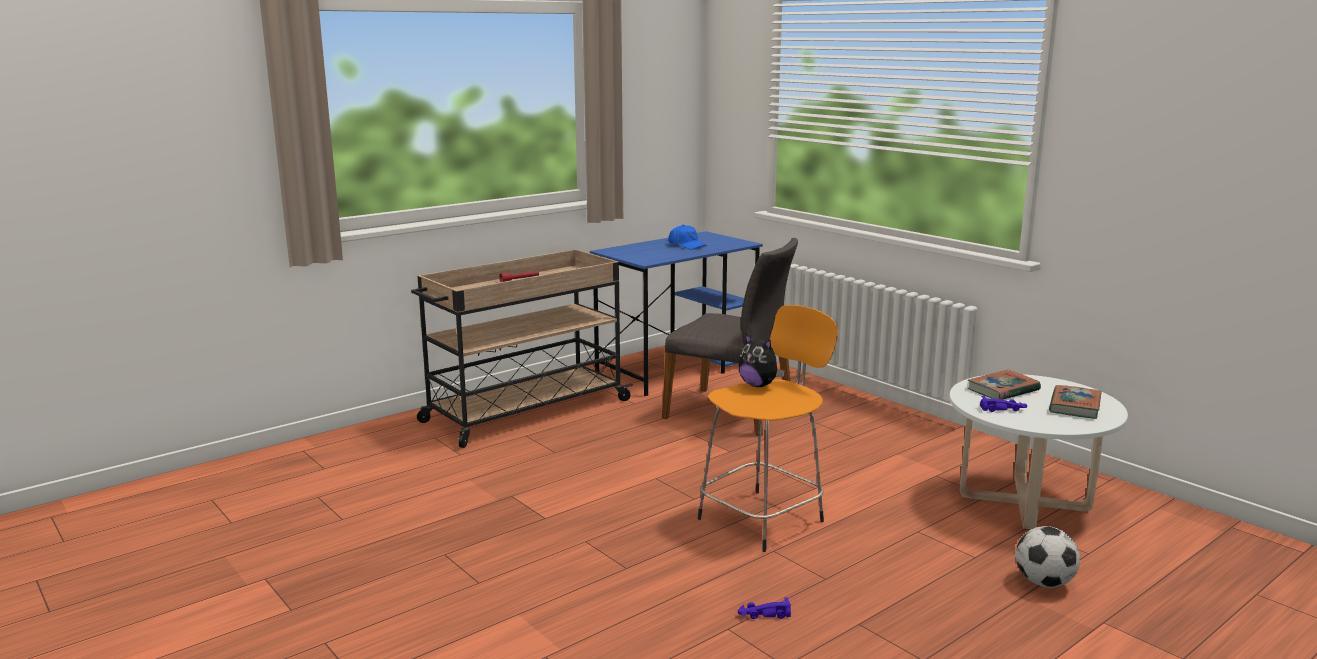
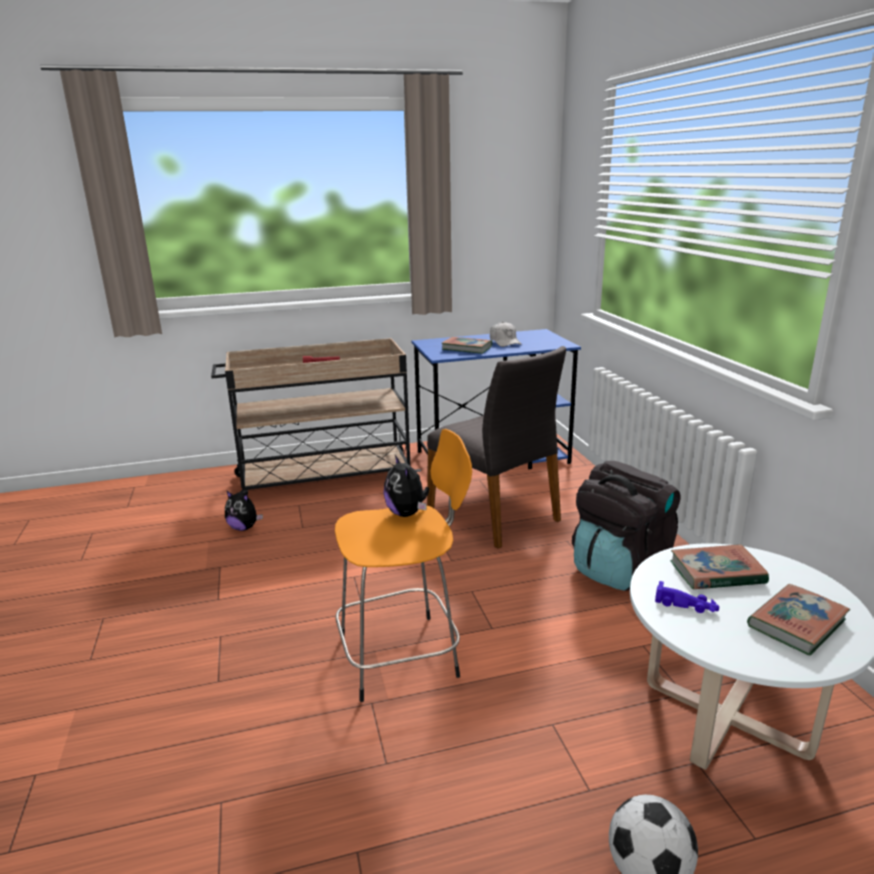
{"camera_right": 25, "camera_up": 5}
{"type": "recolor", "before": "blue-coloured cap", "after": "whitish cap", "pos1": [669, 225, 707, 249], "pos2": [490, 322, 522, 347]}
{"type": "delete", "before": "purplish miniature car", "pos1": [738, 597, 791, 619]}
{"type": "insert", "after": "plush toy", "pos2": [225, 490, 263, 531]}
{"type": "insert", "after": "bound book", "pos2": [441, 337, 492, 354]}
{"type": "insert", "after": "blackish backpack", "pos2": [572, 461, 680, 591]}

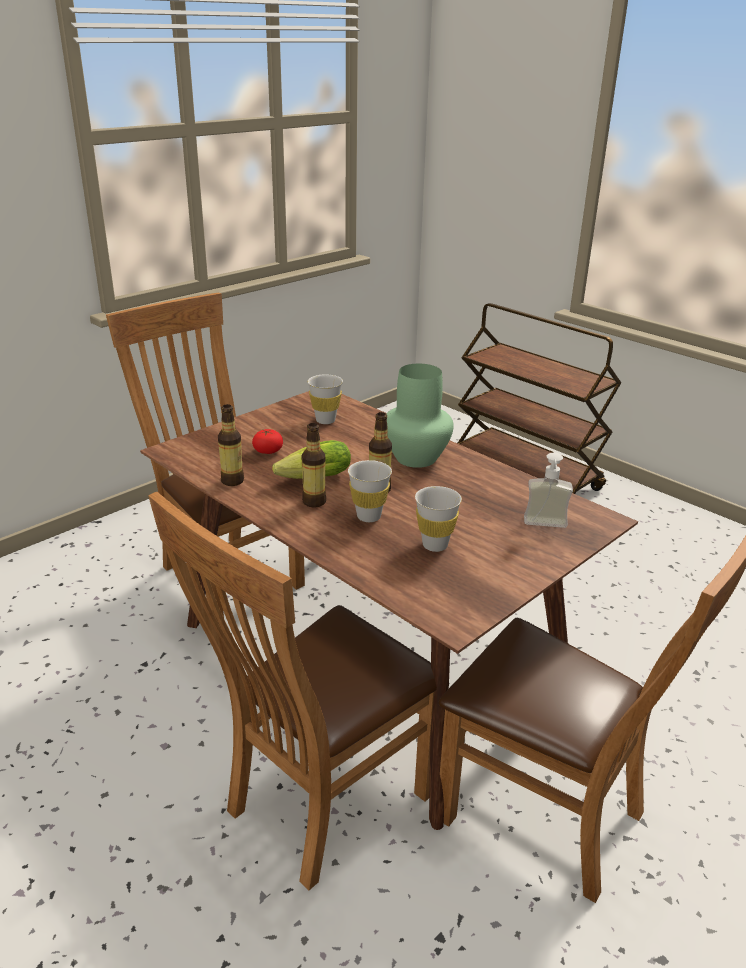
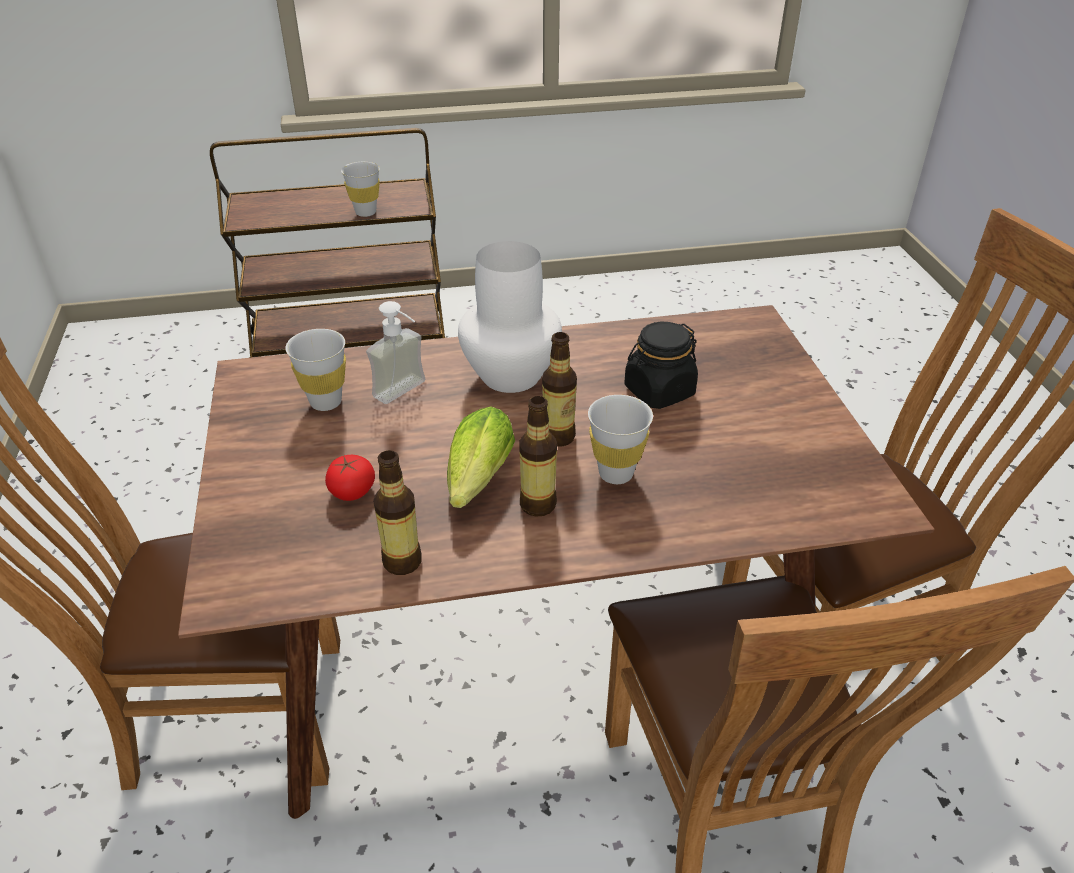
{"camera_right": -55, "camera_up": 10}
{"type": "recolor", "before": "green-coloured vase", "after": "whitish vase", "pos1": [386, 364, 454, 468], "pos2": [458, 241, 562, 393]}
{"type": "move", "before": "whitish cup", "pos1": [415, 486, 462, 552], "pos2": [341, 162, 380, 217]}
{"type": "move", "before": "soap dispenser", "pos1": [524, 452, 573, 528], "pos2": [366, 301, 425, 404]}
{"type": "insert", "after": "blackish storage jar", "pos2": [624, 322, 698, 409]}

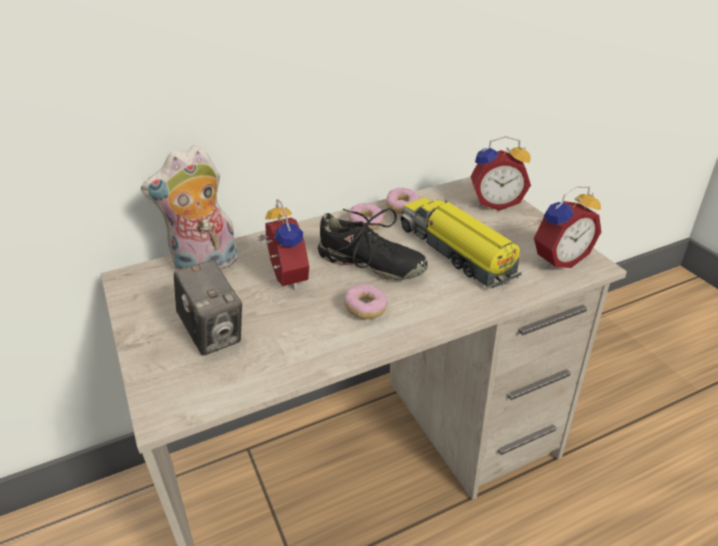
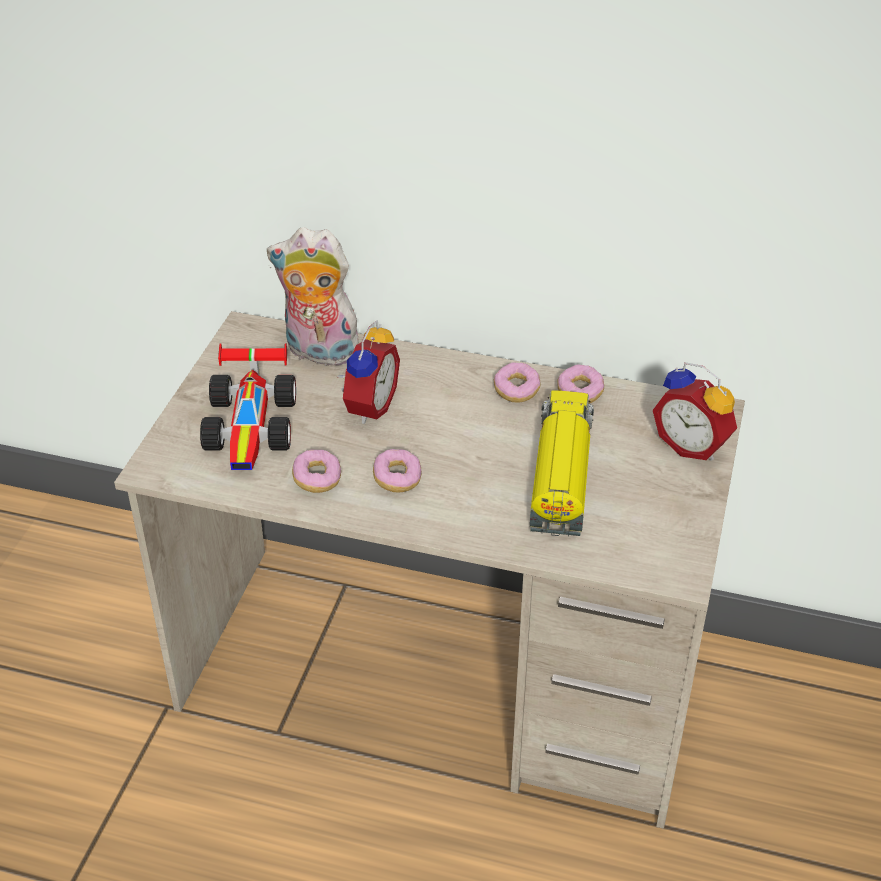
{"camera_right": 40, "camera_up": 5}
{"type": "replace", "before": "still camera", "after": "miniature car", "pos1": [174, 260, 242, 356], "pos2": [200, 343, 296, 470]}
{"type": "delete", "before": "blackish low shoe", "pos1": [318, 208, 428, 280]}
{"type": "delete", "before": "alarm clock", "pos1": [534, 186, 601, 268]}
{"type": "insert", "after": "doughnut", "pos2": [292, 450, 341, 493]}

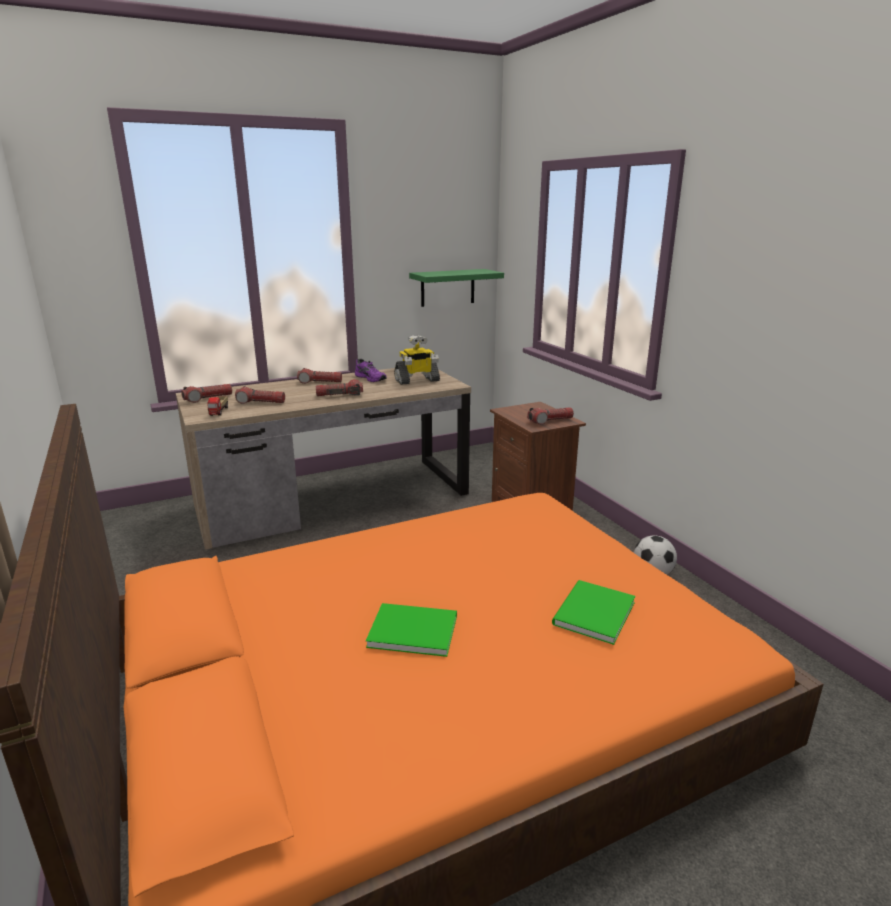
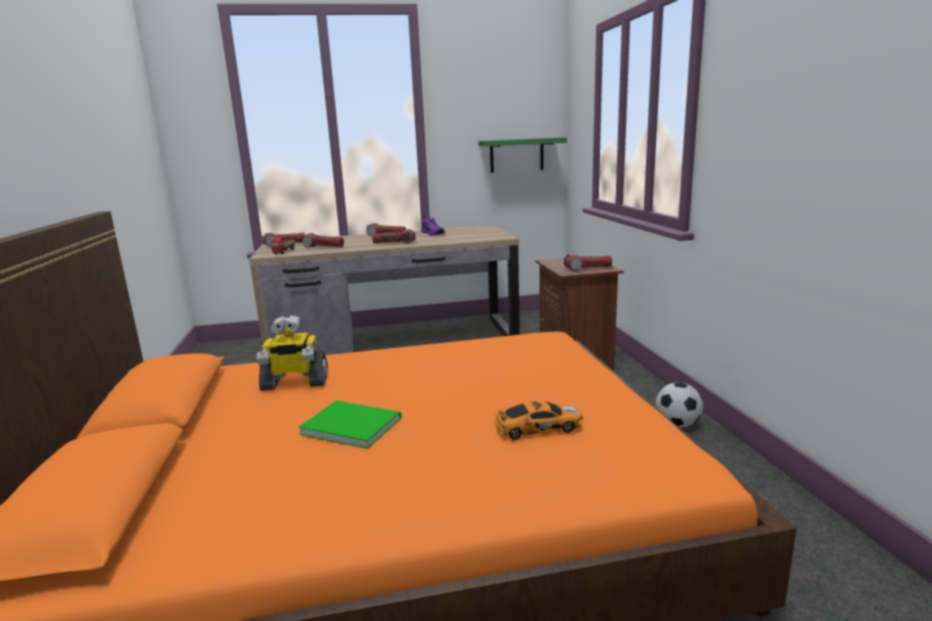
{"camera_right": 15, "camera_up": -5}
{"type": "move", "before": "model robot", "pos1": [394, 335, 440, 385], "pos2": [257, 315, 328, 391]}
{"type": "replace", "before": "green-coloured bound book", "after": "miniature car", "pos1": [552, 580, 635, 645], "pos2": [495, 401, 583, 440]}

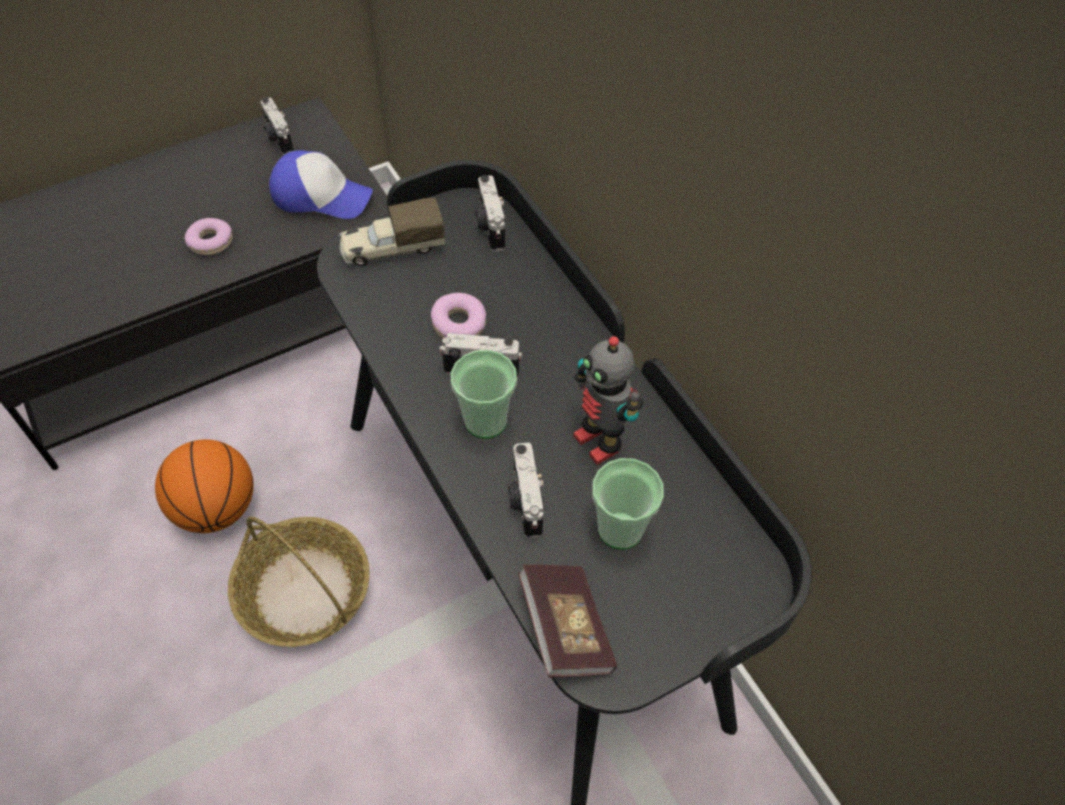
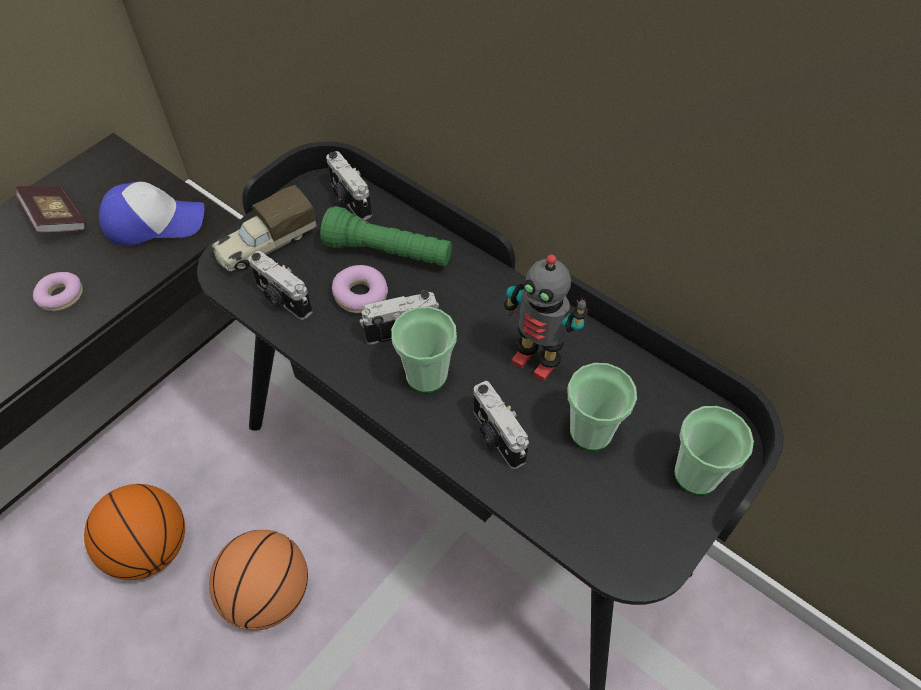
{"camera_right": -20, "camera_up": 0}
{"type": "replace", "before": "storage basket", "after": "ball for basketball", "pos1": [228, 516, 370, 647], "pos2": [209, 530, 308, 631]}
{"type": "move", "before": "still camera", "pos1": [260, 97, 294, 155], "pos2": [248, 251, 312, 320]}
{"type": "move", "before": "bound book", "pos1": [518, 564, 617, 678], "pos2": [15, 186, 86, 233]}
{"type": "insert", "after": "green-coloured torch", "pos2": [320, 206, 452, 266]}
{"type": "insert", "after": "cup", "pos2": [674, 406, 754, 495]}

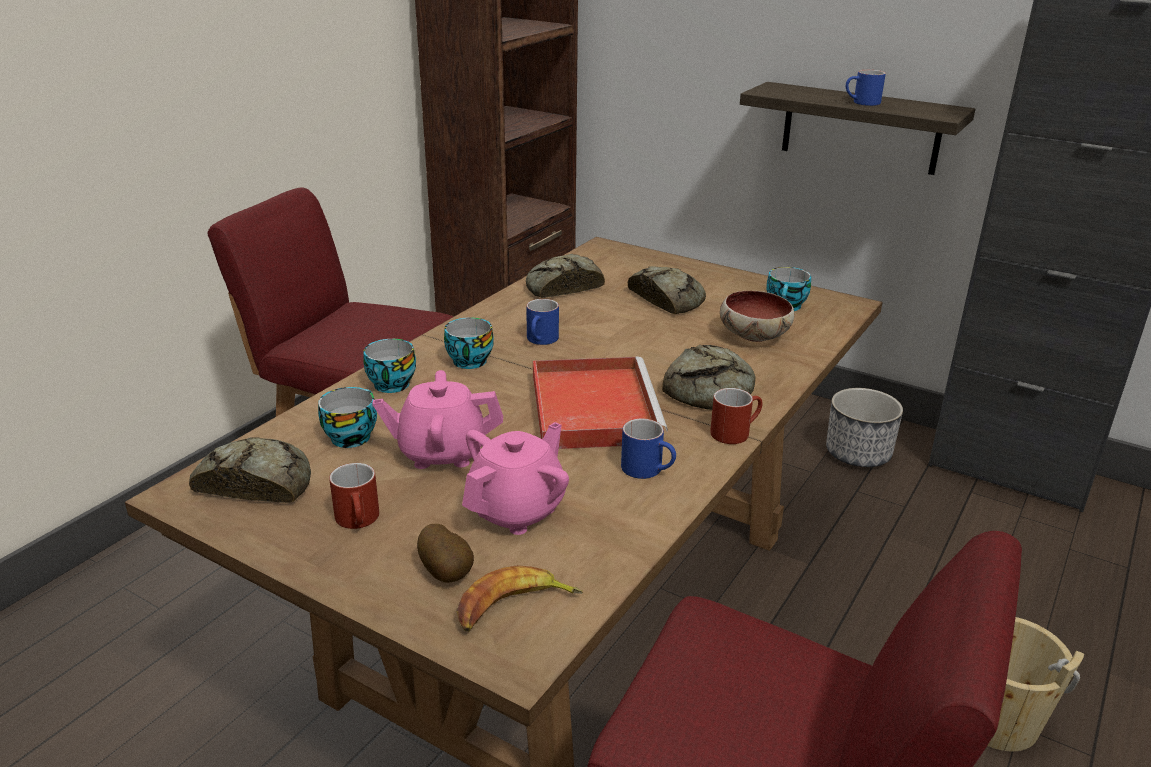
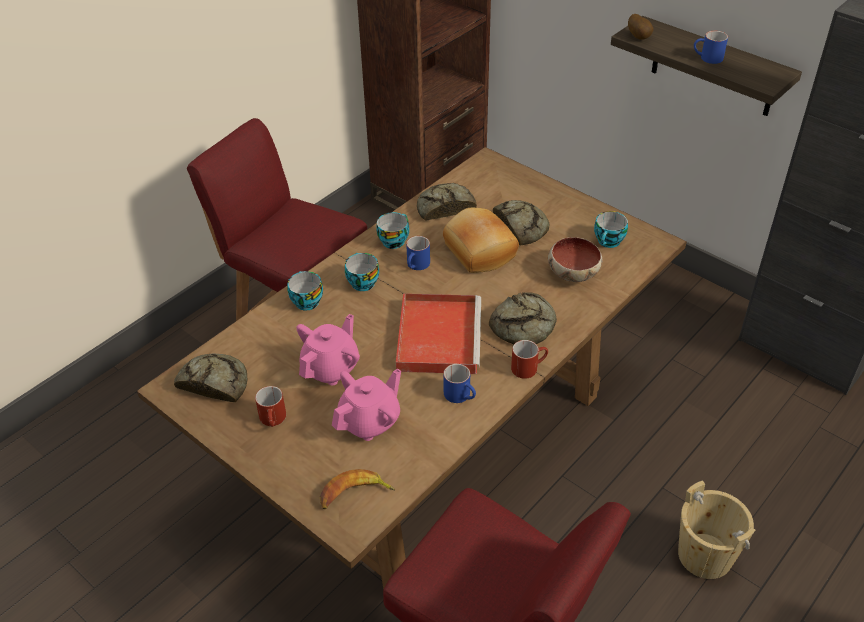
{"camera_right": 10, "camera_up": 15}
{"type": "move", "before": "cup", "pos1": [318, 387, 377, 448], "pos2": [376, 212, 409, 249]}
{"type": "rotate", "before": "pink teapot", "pos1": [372, 370, 503, 469], "pos2": [296, 314, 360, 386], "turn": 120}
{"type": "move", "before": "whole potato", "pos1": [417, 524, 474, 583], "pos2": [628, 14, 654, 40]}
{"type": "delete", "before": "plant pot", "pos1": [826, 388, 903, 467]}
{"type": "insert", "after": "bread", "pos2": [443, 208, 519, 273]}

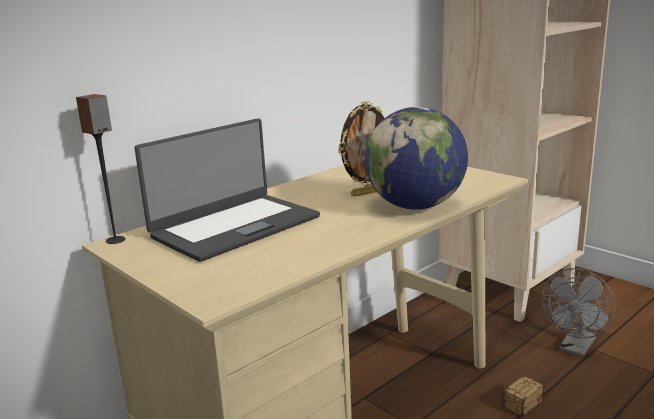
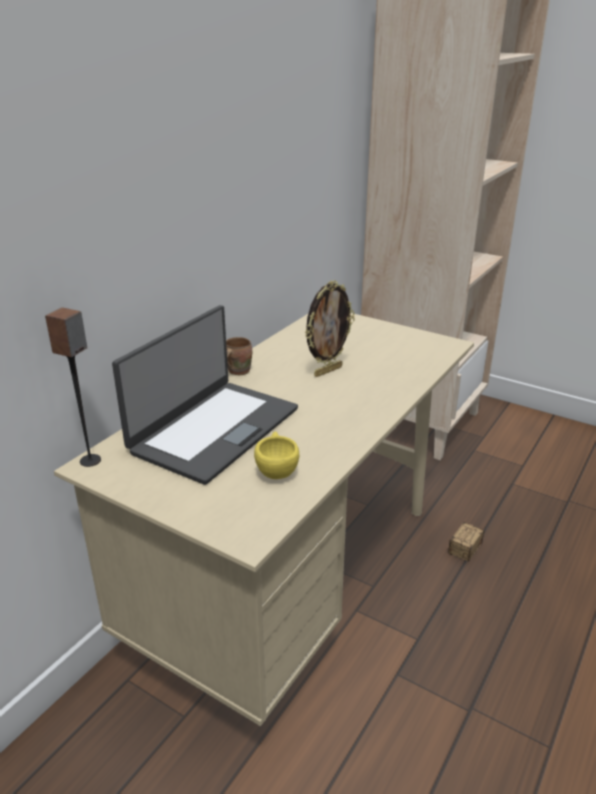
{"camera_right": -15, "camera_up": 10}
{"type": "delete", "before": "globe", "pos1": [365, 107, 468, 210]}
{"type": "delete", "before": "greyish cooling fan", "pos1": [542, 268, 616, 357]}
{"type": "insert", "after": "brownish tea mug", "pos2": [226, 337, 252, 375]}
{"type": "insert", "after": "yellow-coloured cup", "pos2": [254, 432, 299, 479]}

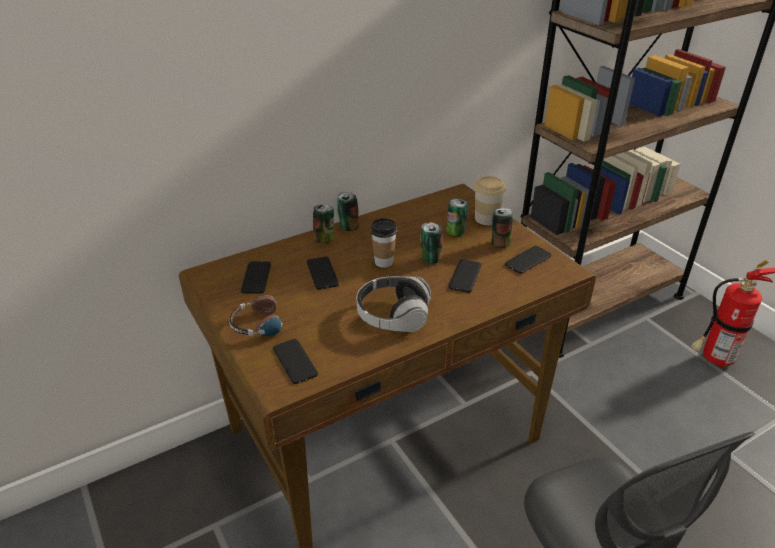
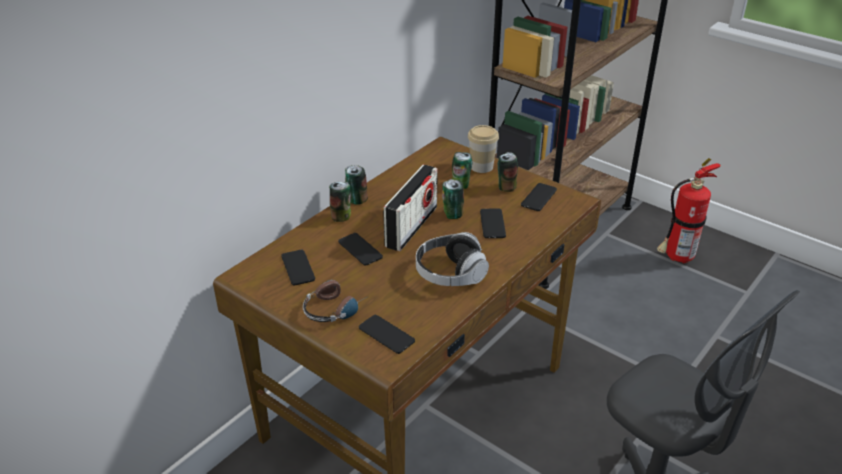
{"camera_right": -20, "camera_up": 0}
{"type": "replace", "before": "cup", "after": "radio receiver", "pos1": [370, 218, 397, 268], "pos2": [383, 165, 438, 251]}

